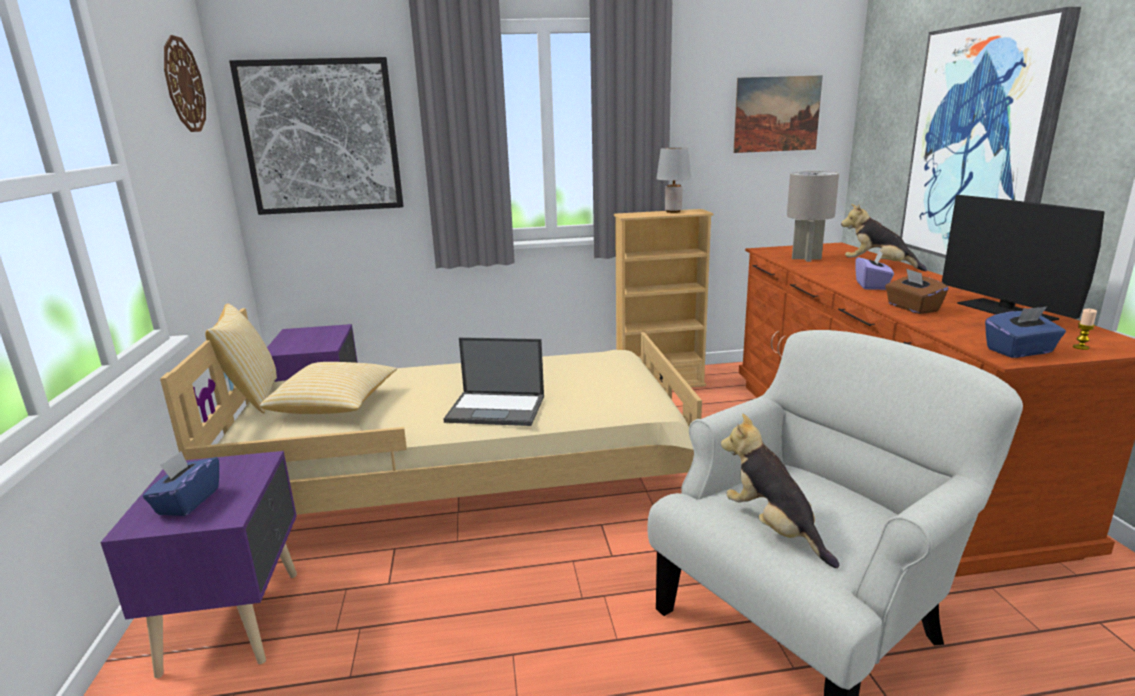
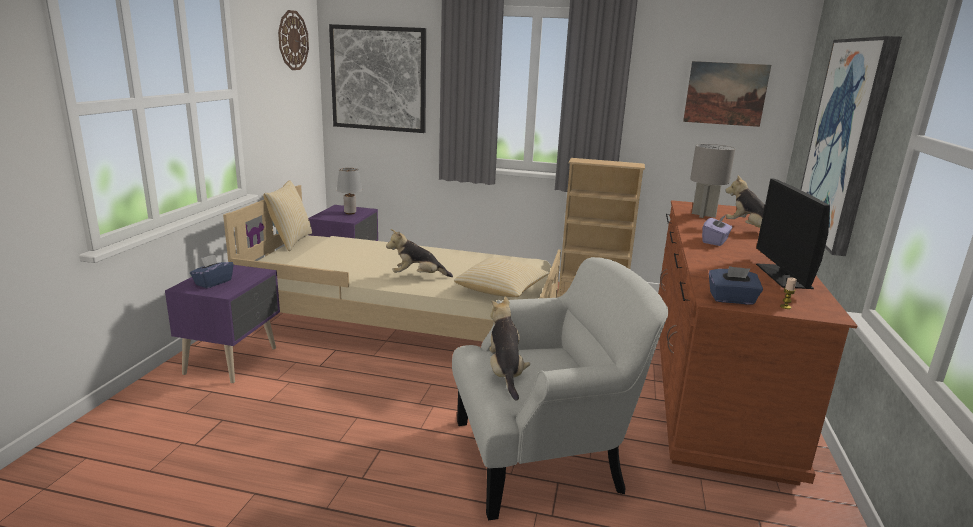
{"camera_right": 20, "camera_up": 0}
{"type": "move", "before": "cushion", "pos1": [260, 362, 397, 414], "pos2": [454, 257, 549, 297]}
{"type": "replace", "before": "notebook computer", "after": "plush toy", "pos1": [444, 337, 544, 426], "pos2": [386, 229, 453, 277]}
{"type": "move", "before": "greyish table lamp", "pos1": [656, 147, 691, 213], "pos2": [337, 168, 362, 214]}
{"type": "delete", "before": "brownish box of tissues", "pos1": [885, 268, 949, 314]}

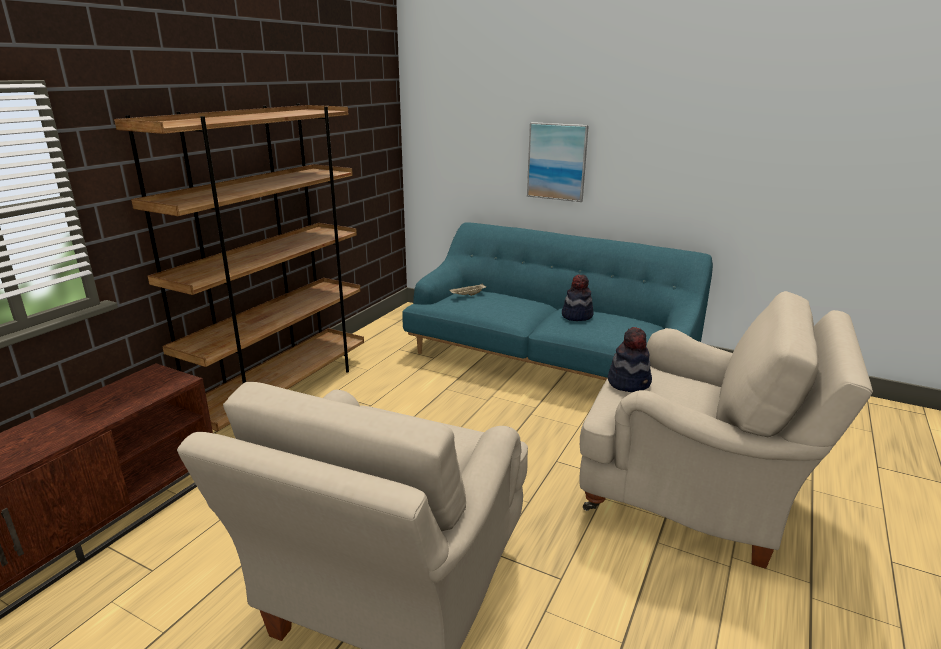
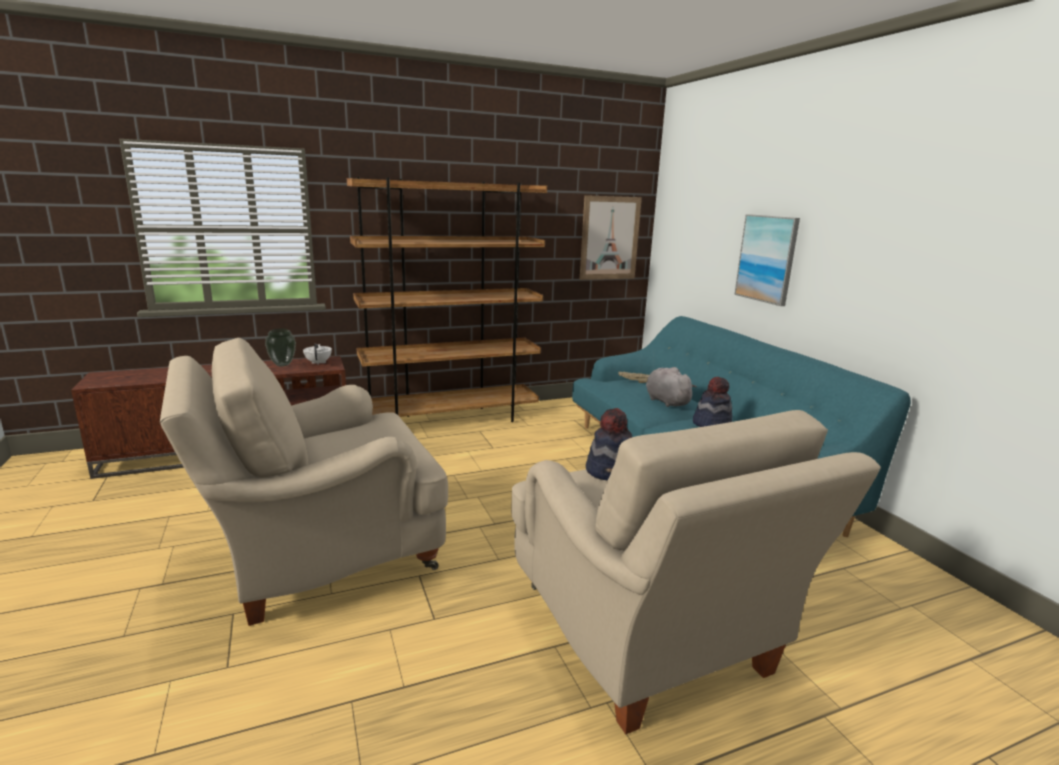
{"camera_right": 40, "camera_up": -5}
{"type": "insert", "after": "vase", "pos2": [265, 329, 296, 367]}
{"type": "insert", "after": "whitish teapot", "pos2": [303, 344, 332, 364]}
{"type": "insert", "after": "wall art", "pos2": [580, 195, 642, 280]}
{"type": "insert", "after": "greyish plush toy", "pos2": [646, 367, 697, 407]}

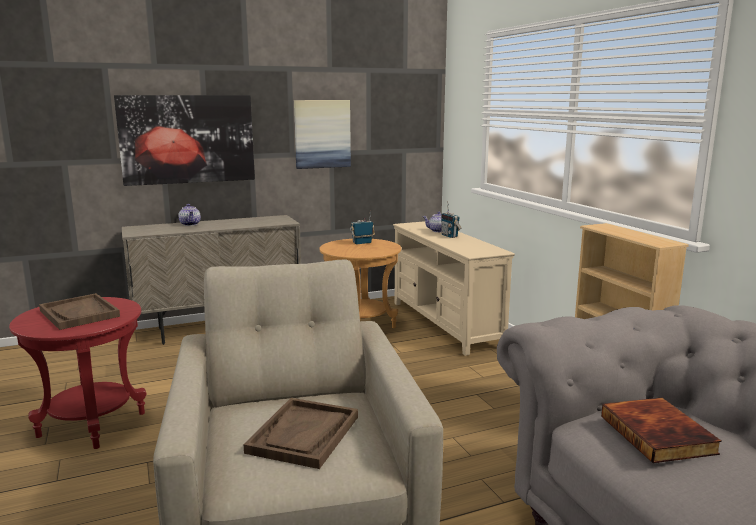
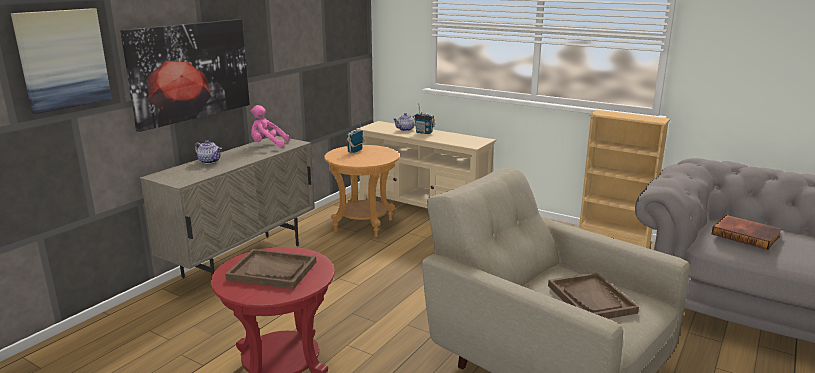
{"camera_right": -35, "camera_up": 5}
{"type": "move", "before": "wall art", "pos1": [294, 100, 351, 169], "pos2": [11, 8, 112, 114]}
{"type": "insert", "after": "pink plush toy", "pos2": [250, 105, 290, 148]}

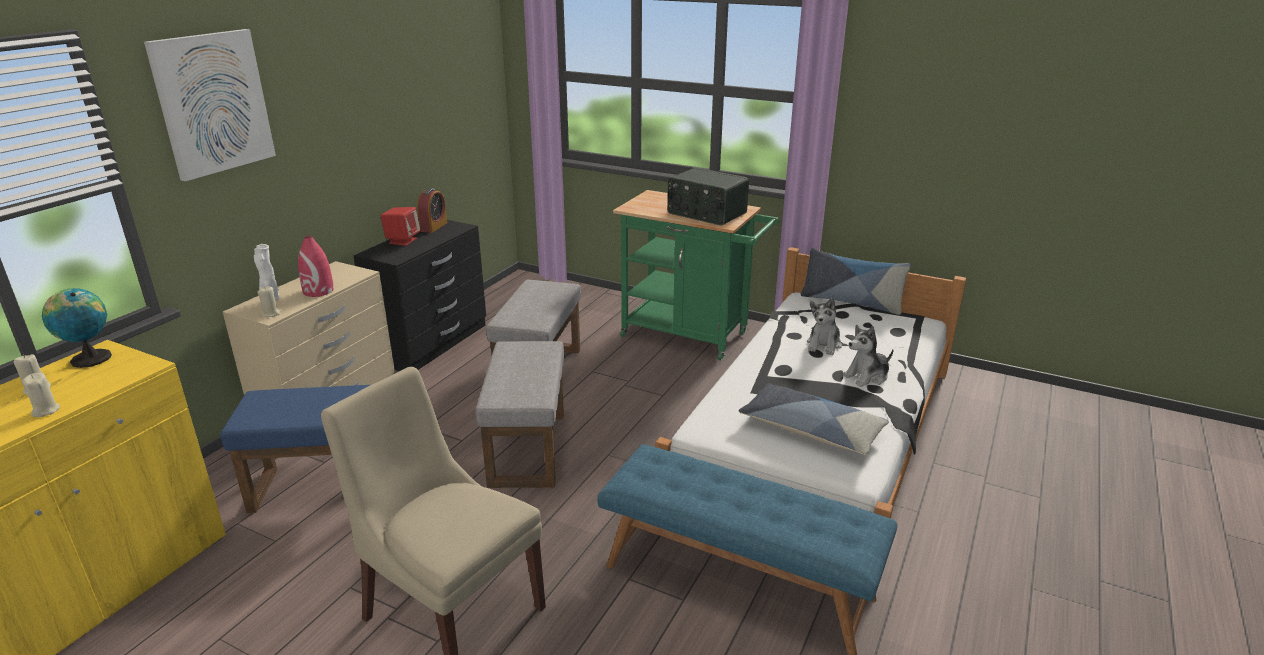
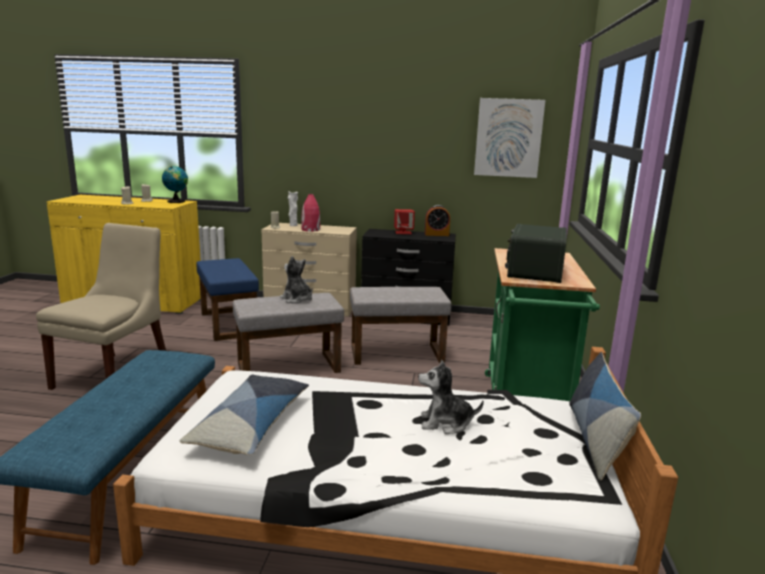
{"camera_right": 70, "camera_up": -10}
{"type": "move", "before": "wall art", "pos1": [144, 29, 276, 181], "pos2": [474, 98, 545, 178]}
{"type": "move", "before": "plush toy", "pos1": [843, 325, 893, 387], "pos2": [280, 256, 313, 304]}

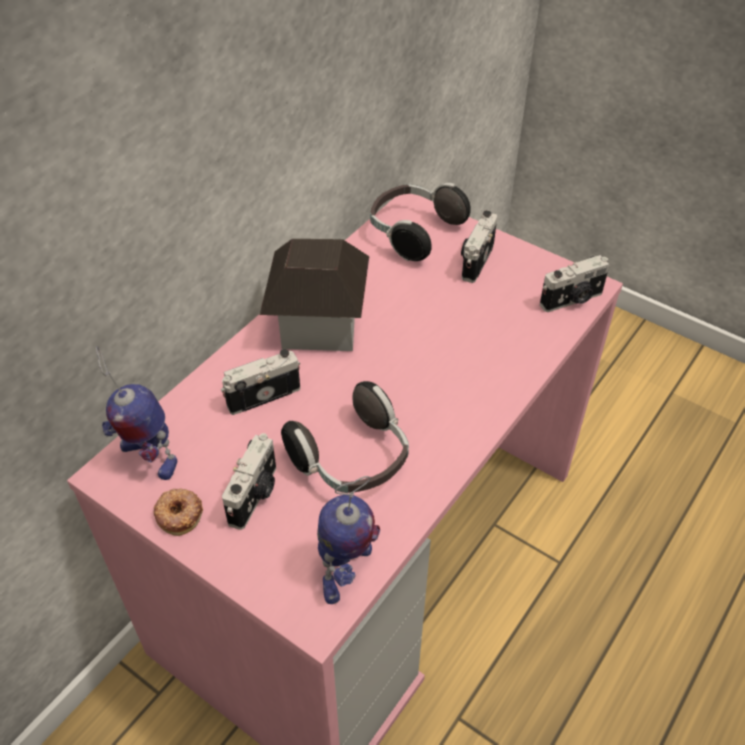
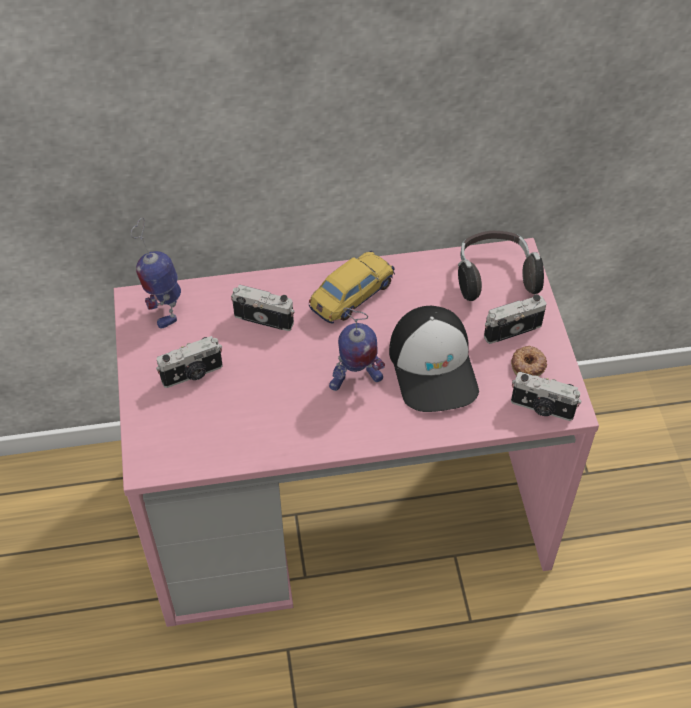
{"camera_right": 45, "camera_up": 5}
{"type": "move", "before": "doughnut", "pos1": [154, 489, 203, 536], "pos2": [511, 346, 547, 376]}
{"type": "replace", "before": "miniature house", "after": "miniature car", "pos1": [260, 239, 370, 351], "pos2": [309, 251, 395, 324]}
{"type": "delete", "before": "headphones", "pos1": [281, 381, 409, 493]}
{"type": "move", "before": "model robot", "pos1": [317, 476, 380, 604], "pos2": [329, 308, 385, 391]}
{"type": "insert", "after": "cap", "pos2": [389, 306, 479, 412]}

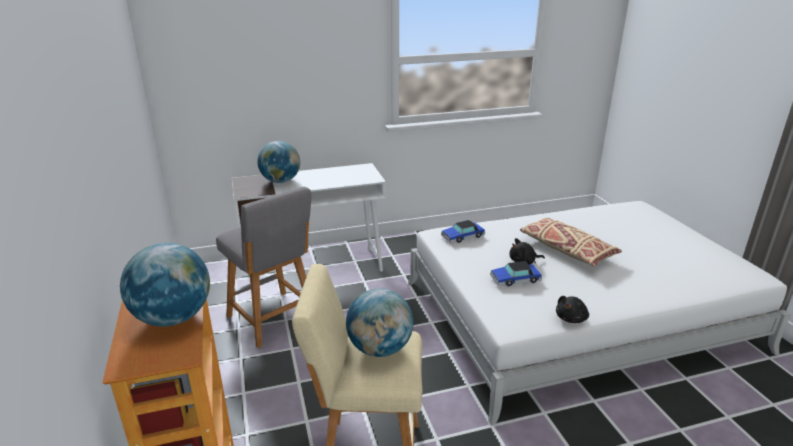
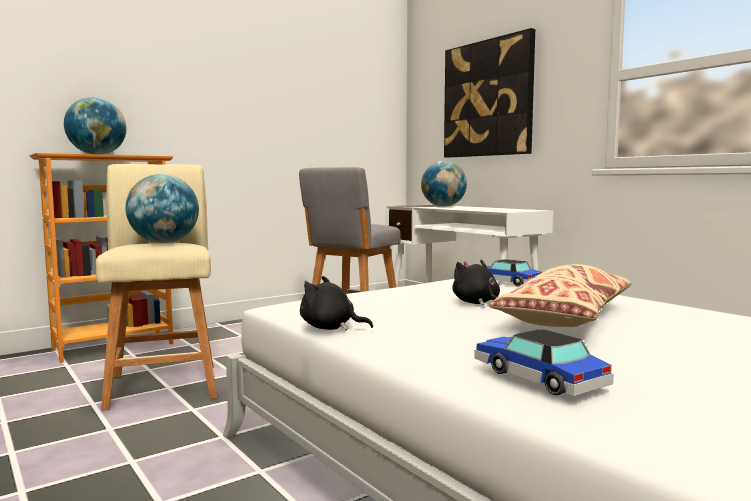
{"camera_right": 70, "camera_up": -20}
{"type": "move", "before": "miniature car", "pos1": [490, 261, 542, 286], "pos2": [475, 329, 614, 396]}
{"type": "insert", "after": "wall art", "pos2": [444, 28, 535, 158]}

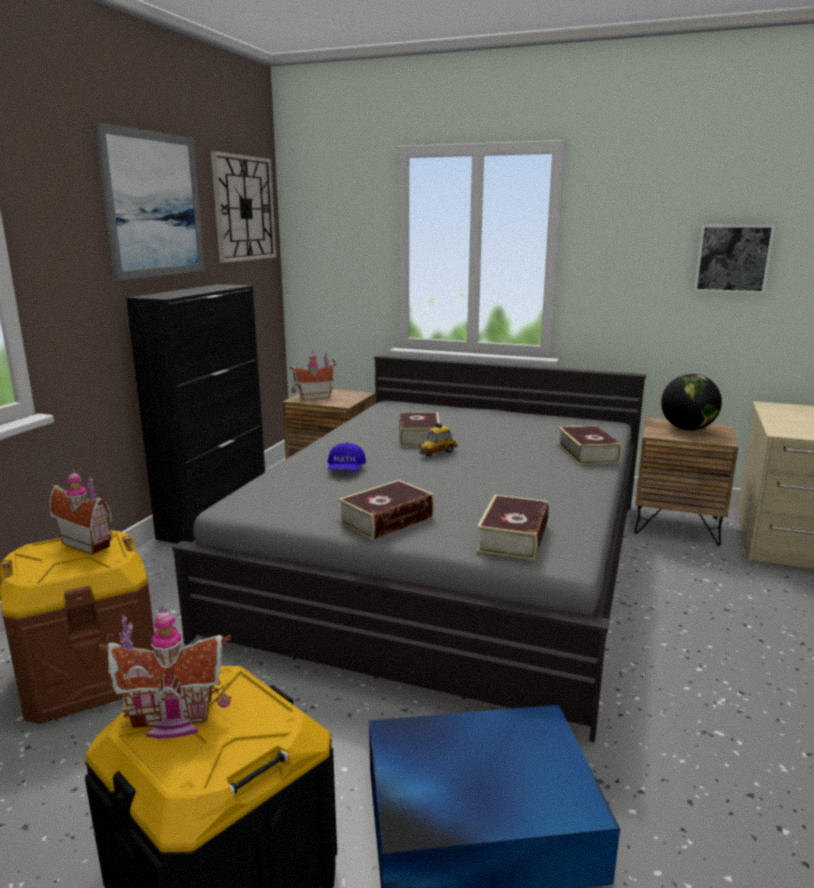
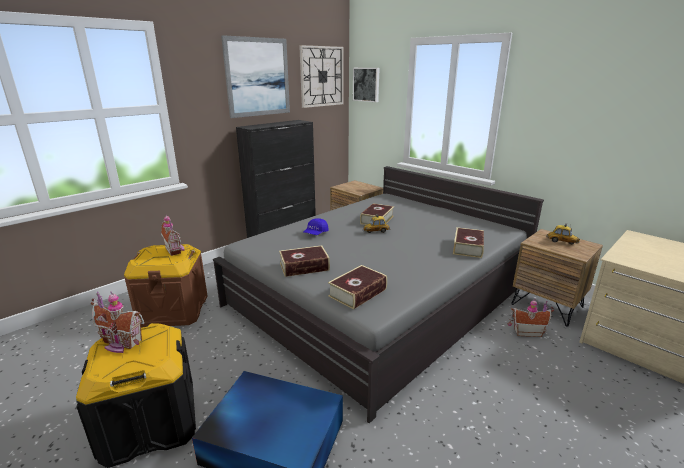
{"camera_right": 25, "camera_up": 5}
{"type": "move", "before": "miniature house", "pos1": [290, 351, 336, 400], "pos2": [508, 300, 554, 337]}
{"type": "replace", "before": "globe", "after": "miniature car", "pos1": [661, 374, 722, 430], "pos2": [546, 223, 580, 244]}
{"type": "move", "before": "wall art", "pos1": [694, 225, 775, 293], "pos2": [353, 68, 380, 102]}

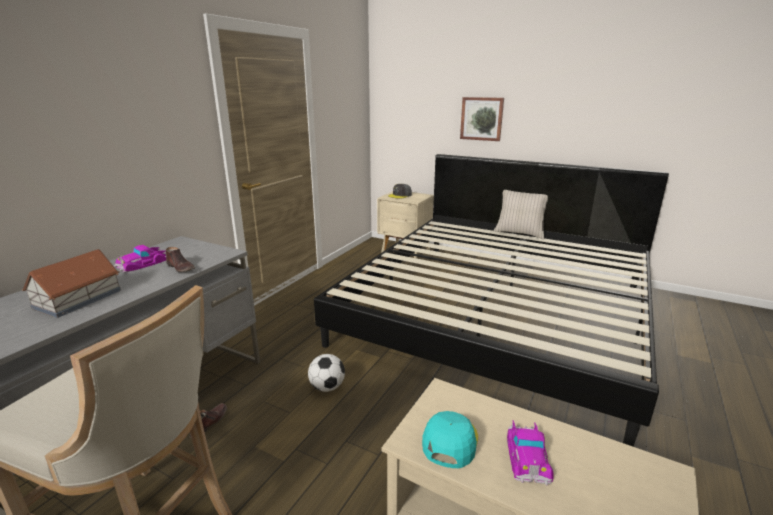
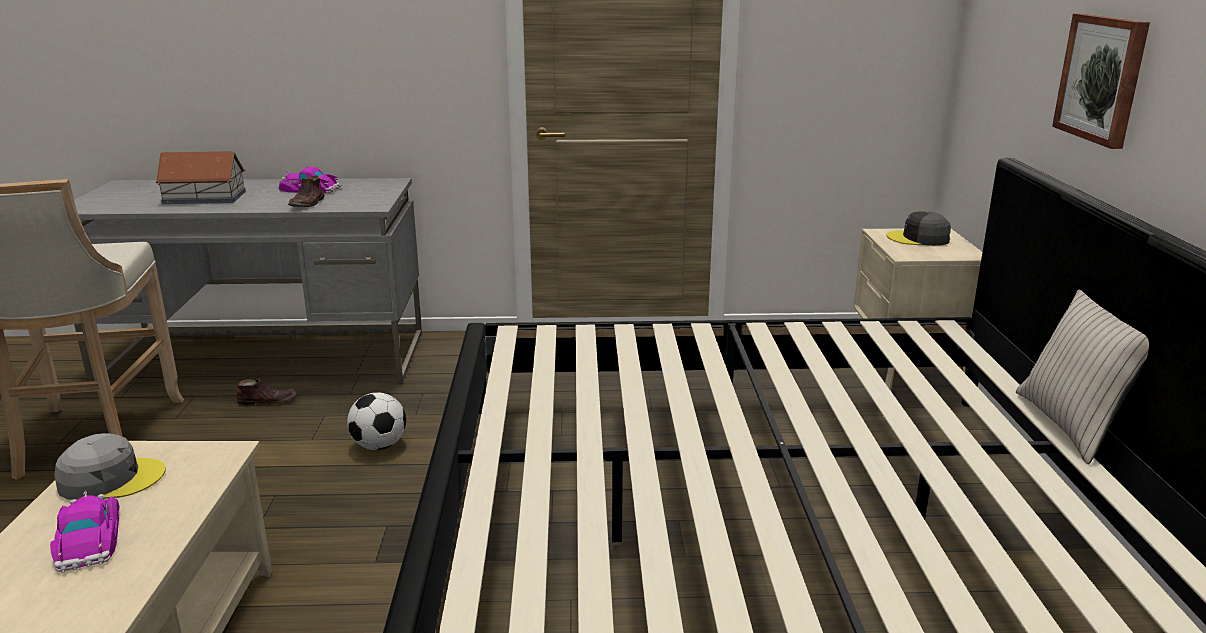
{"camera_right": 60, "camera_up": 0}
{"type": "recolor", "before": "blue-green cap", "after": "greyish cap", "pos1": [422, 411, 478, 468], "pos2": [54, 433, 166, 500]}
{"type": "rotate", "before": "miniature car", "pos1": [507, 421, 554, 485], "pos2": [50, 490, 120, 573], "turn": 90}

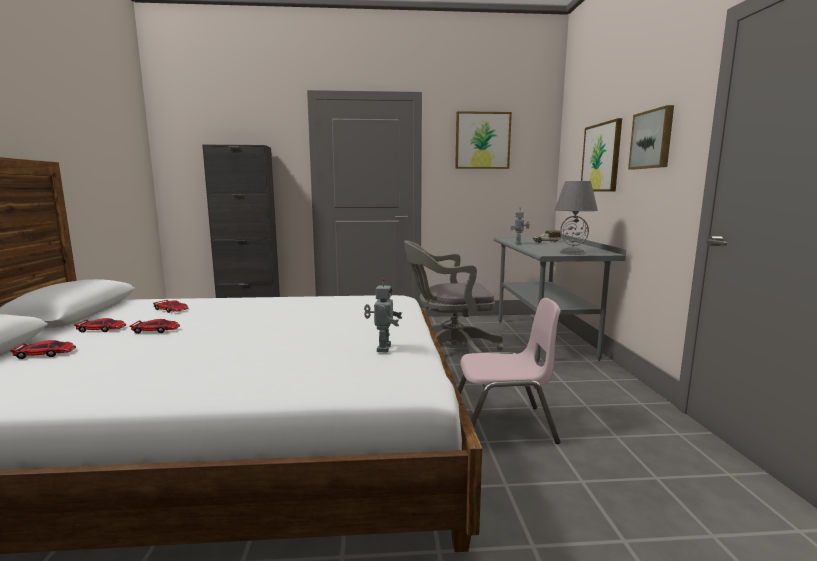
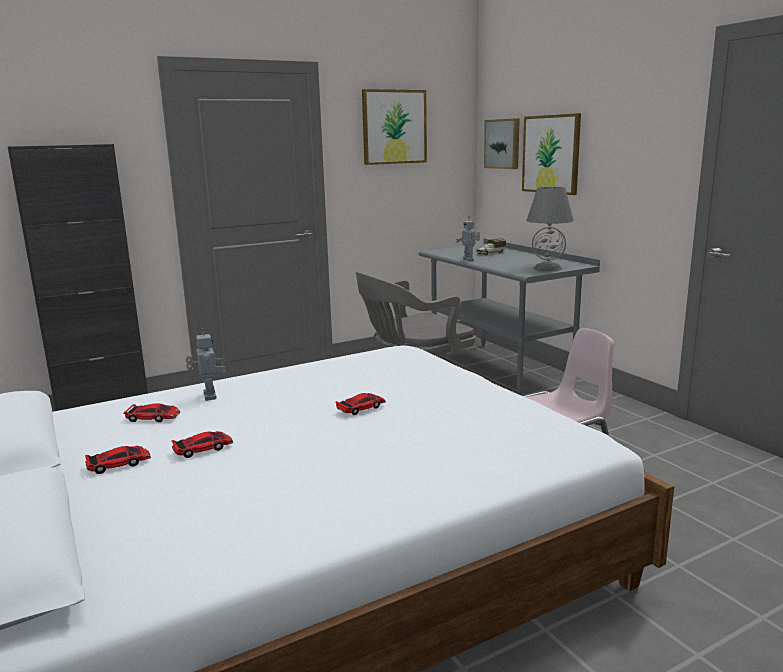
{"camera_right": -25, "camera_up": 5}
{"type": "move", "before": "miniature car", "pos1": [10, 340, 76, 359], "pos2": [335, 393, 386, 415]}
{"type": "move", "before": "model robot", "pos1": [364, 278, 402, 352], "pos2": [185, 328, 226, 401]}
{"type": "move", "before": "wall art", "pos1": [628, 105, 674, 169], "pos2": [484, 118, 520, 169]}

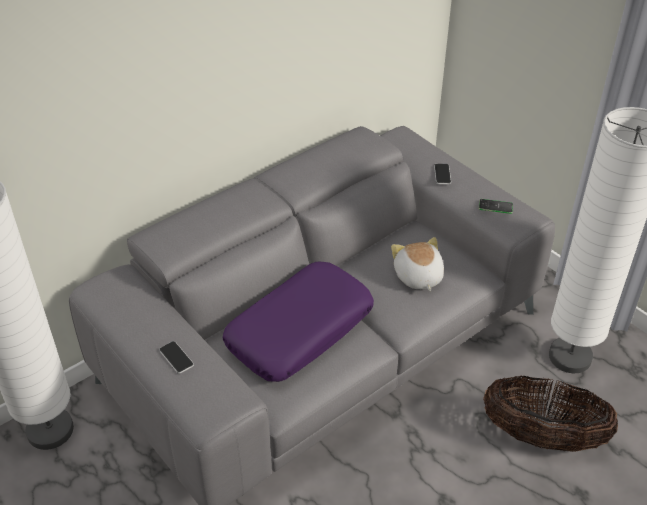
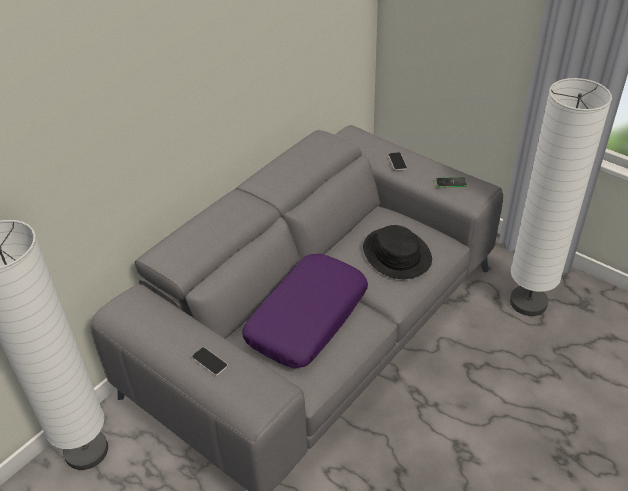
{"camera_right": -10, "camera_up": 0}
{"type": "replace", "before": "plush toy", "after": "blackish wearable hat", "pos1": [391, 237, 444, 291], "pos2": [363, 225, 432, 279]}
{"type": "delete", "before": "storage basket", "pos1": [483, 375, 618, 452]}

